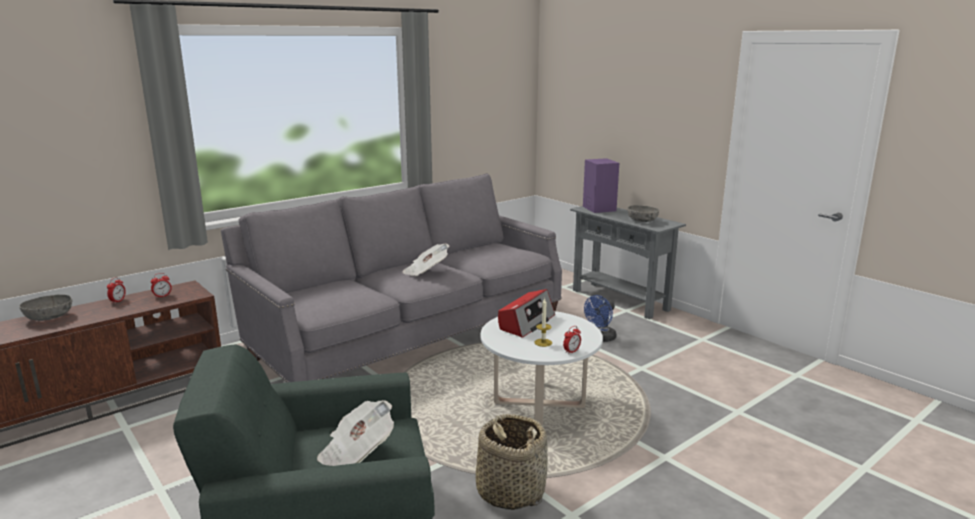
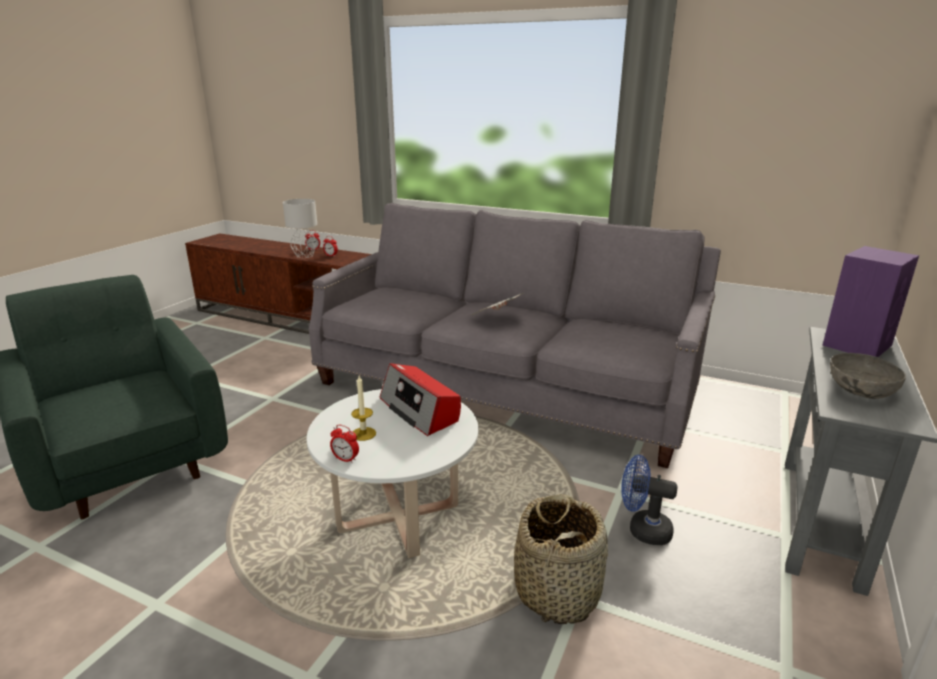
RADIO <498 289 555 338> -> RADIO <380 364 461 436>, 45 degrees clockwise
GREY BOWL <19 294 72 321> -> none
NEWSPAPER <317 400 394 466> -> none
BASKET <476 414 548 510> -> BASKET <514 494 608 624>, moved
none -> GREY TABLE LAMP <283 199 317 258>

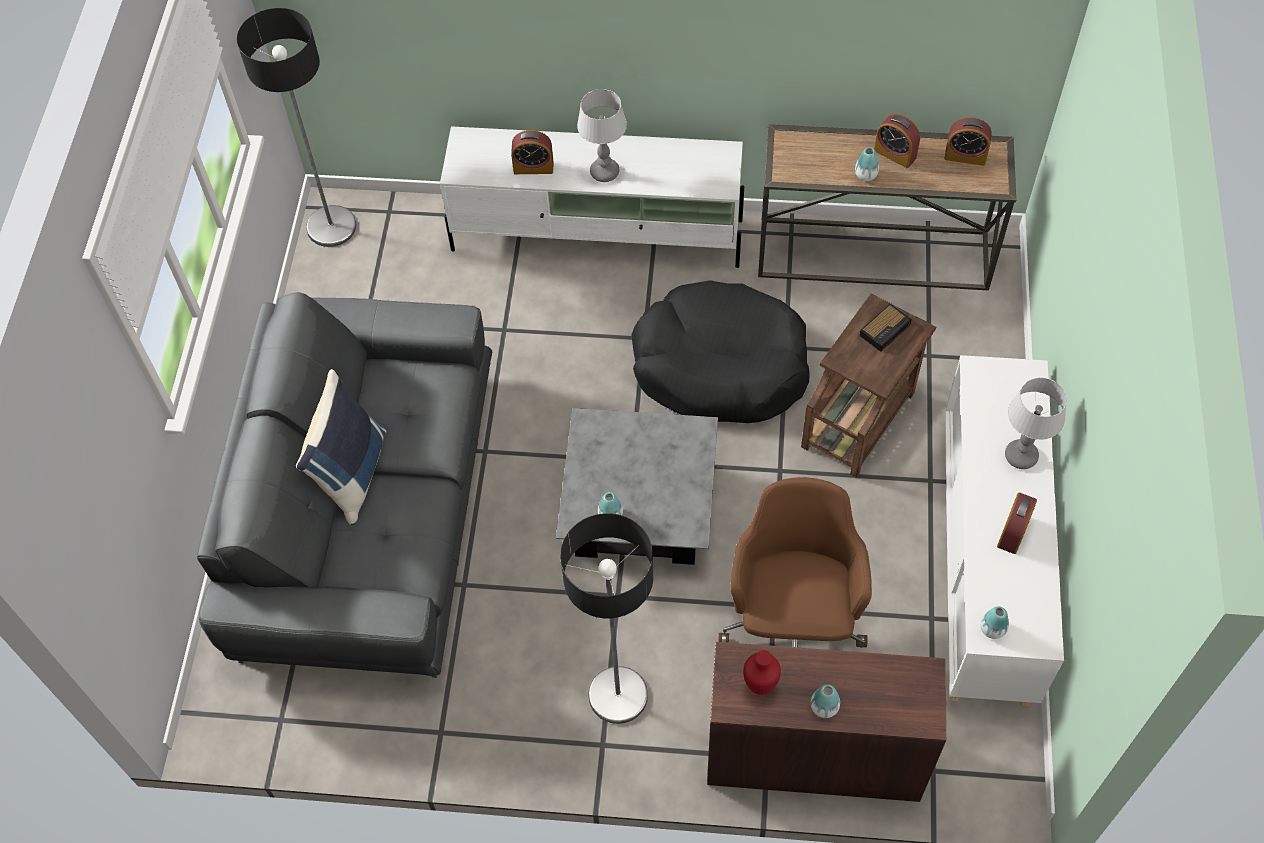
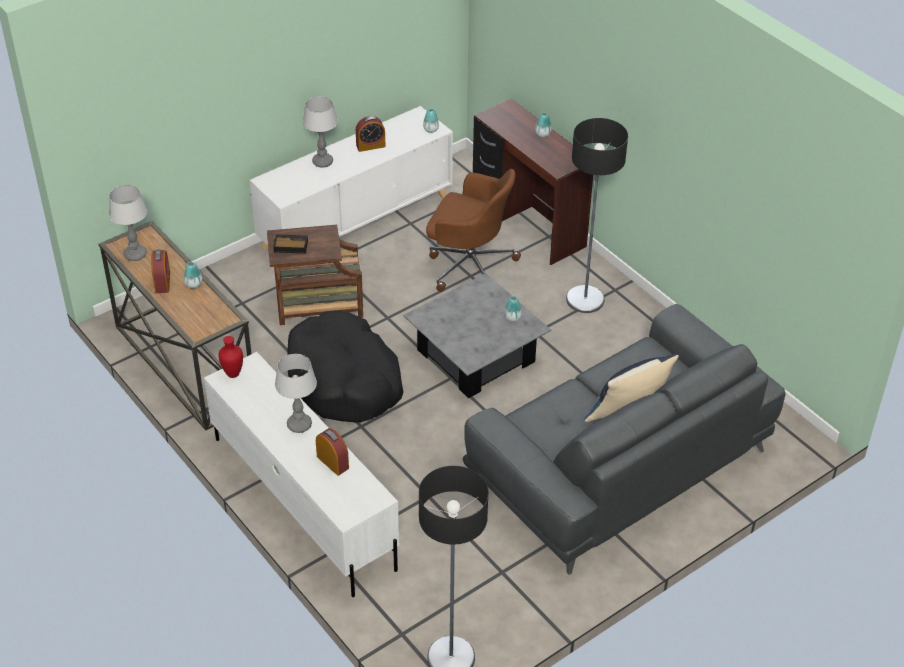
ALARM CLOCK <944 117 992 166> -> TABLE LAMP <109 185 147 261>
BROWN OFFICE CHAIR <718 477 872 648> -> BROWN OFFICE CHAIR <426 169 521 292>, 120 degrees counterclockwise
RED VASE <743 650 781 695> -> RED VASE <218 336 243 378>, moved

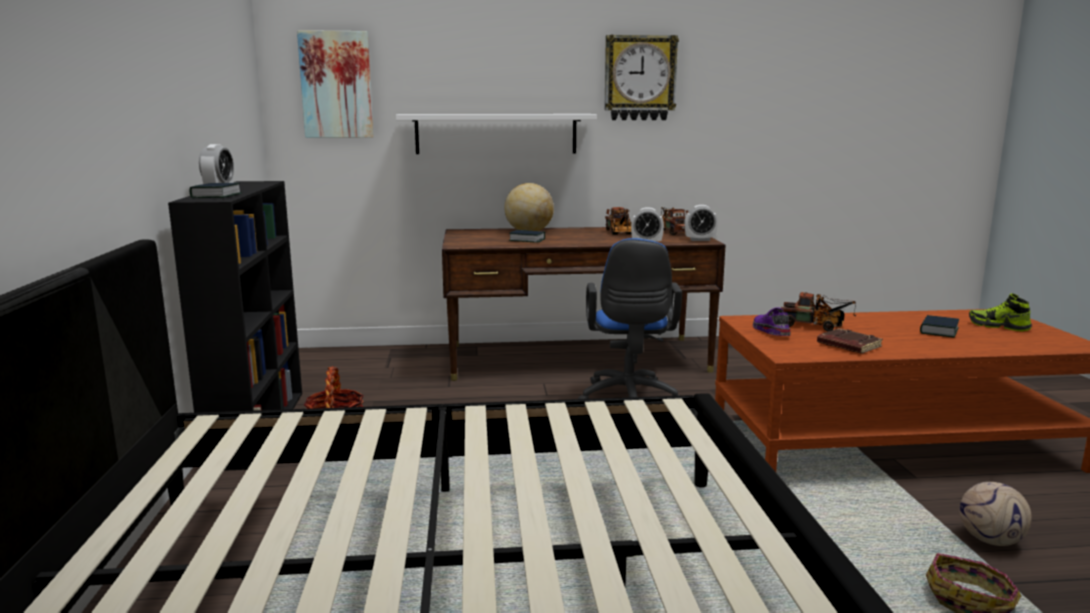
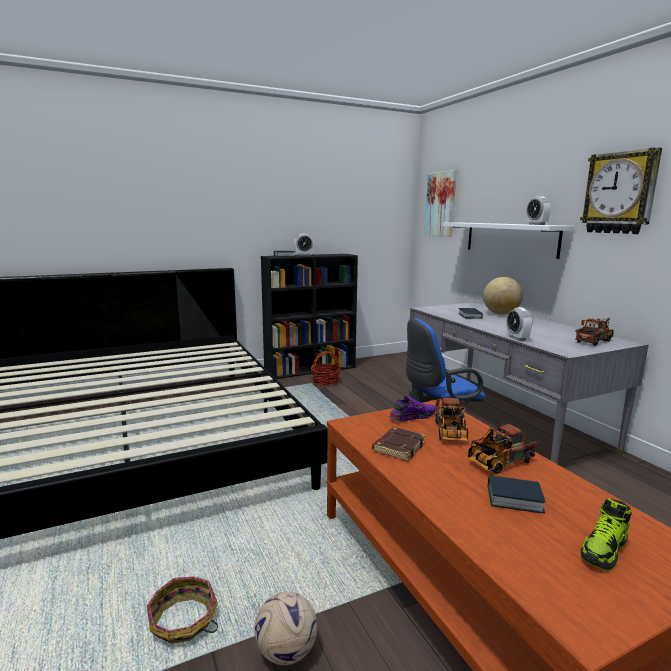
ALARM CLOCK <685 205 718 241> -> ALARM CLOCK <526 196 551 225>, moved
TOY TRUCK <605 207 631 235> -> TOY TRUCK <468 423 538 474>, moved
BROWN DESK <442 227 726 381> -> GREY DESK <410 302 649 464>
SHOE <969 293 1032 331> -> SHOE <581 498 632 571>, 150 degrees counterclockwise

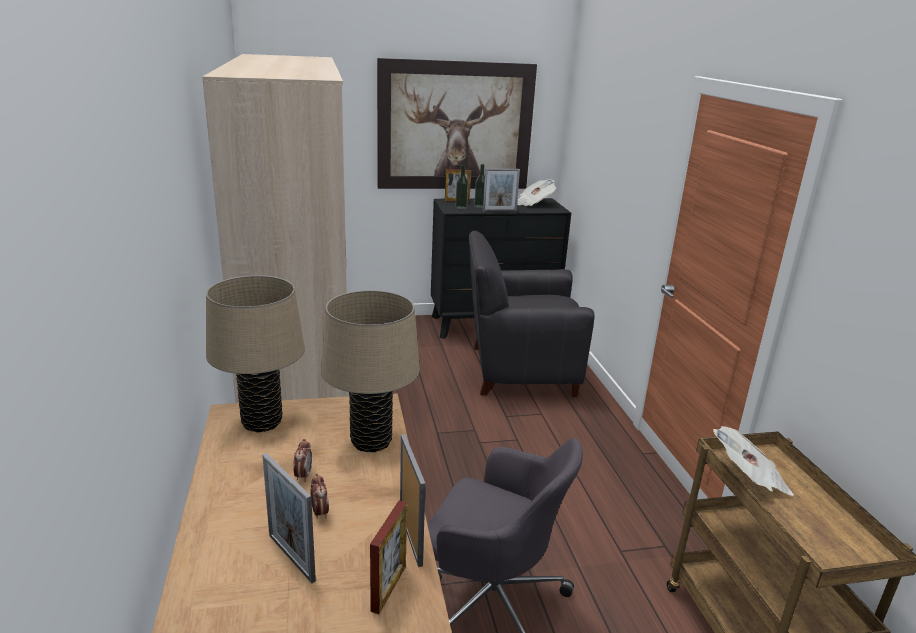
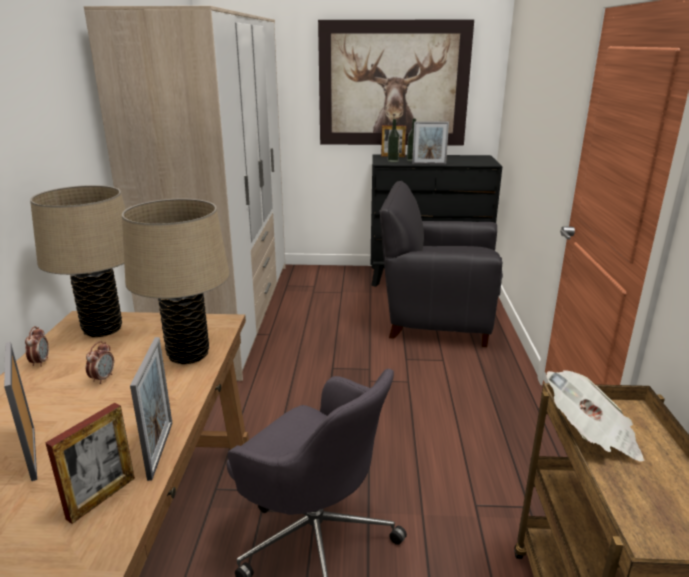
NEWSPAPER <517 179 556 206> -> none
ALARM CLOCK <310 474 329 519> -> ALARM CLOCK <25 326 49 367>, moved

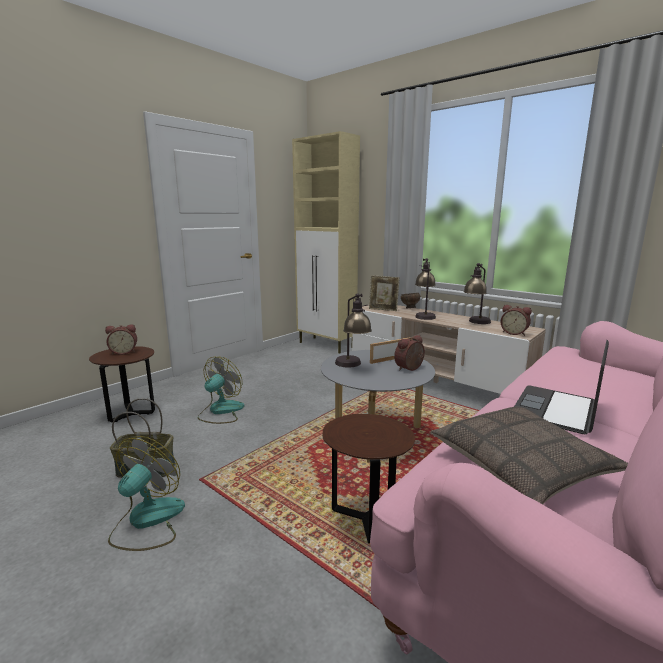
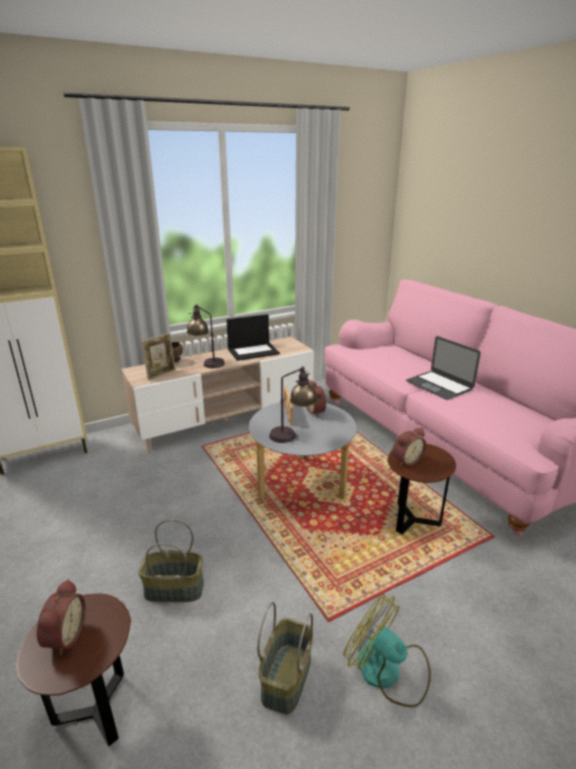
TABLE LAMP <463 263 491 324> -> LAPTOP <226 314 280 361>
ALARM CLOCK <501 305 532 336> -> ALARM CLOCK <393 428 426 466>, moved
FAN <197 357 245 424> -> BASKET <138 519 204 602>
PILLOW <430 407 628 504> -> none

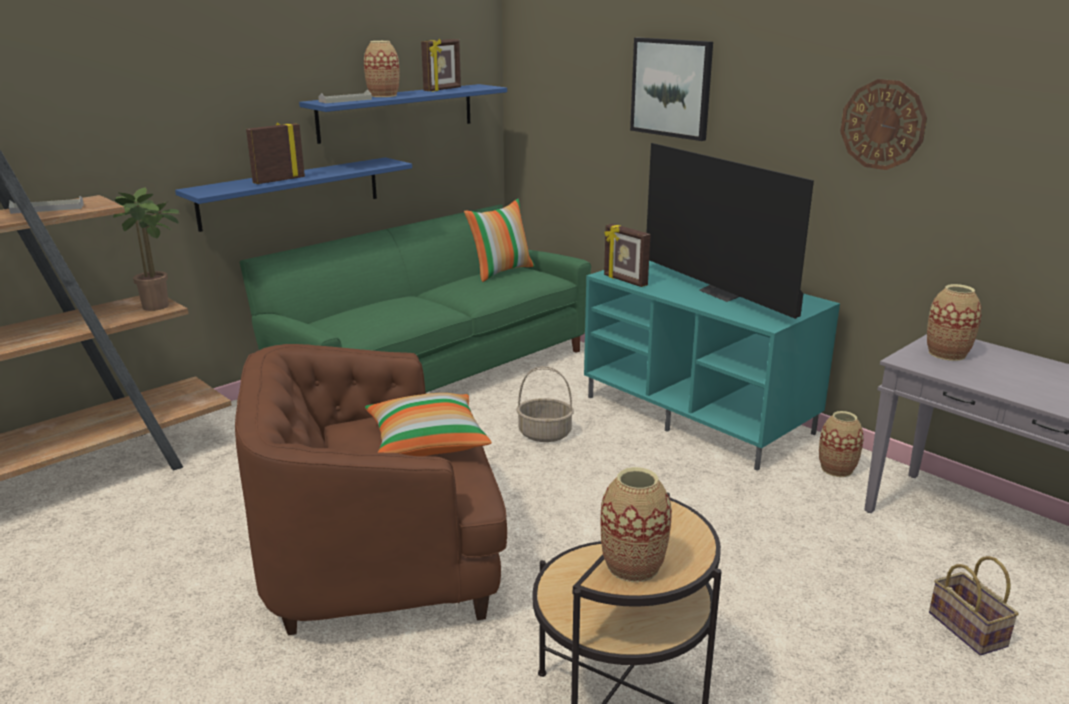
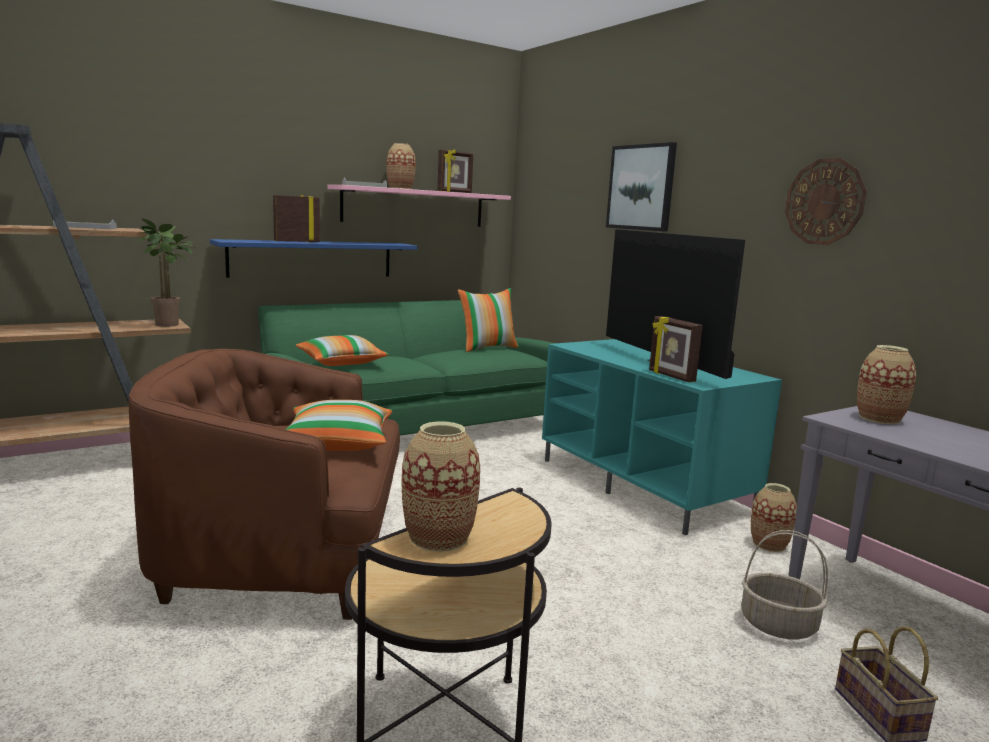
BLUE SHELF <299 84 507 144> -> PINK SHELF <327 185 511 227>
PICTURE FRAME <604 224 651 287> -> PICTURE FRAME <649 316 703 382>, moved
BASKET <517 366 574 442> -> BASKET <741 530 828 640>, moved
none -> PILLOW <295 335 389 366>

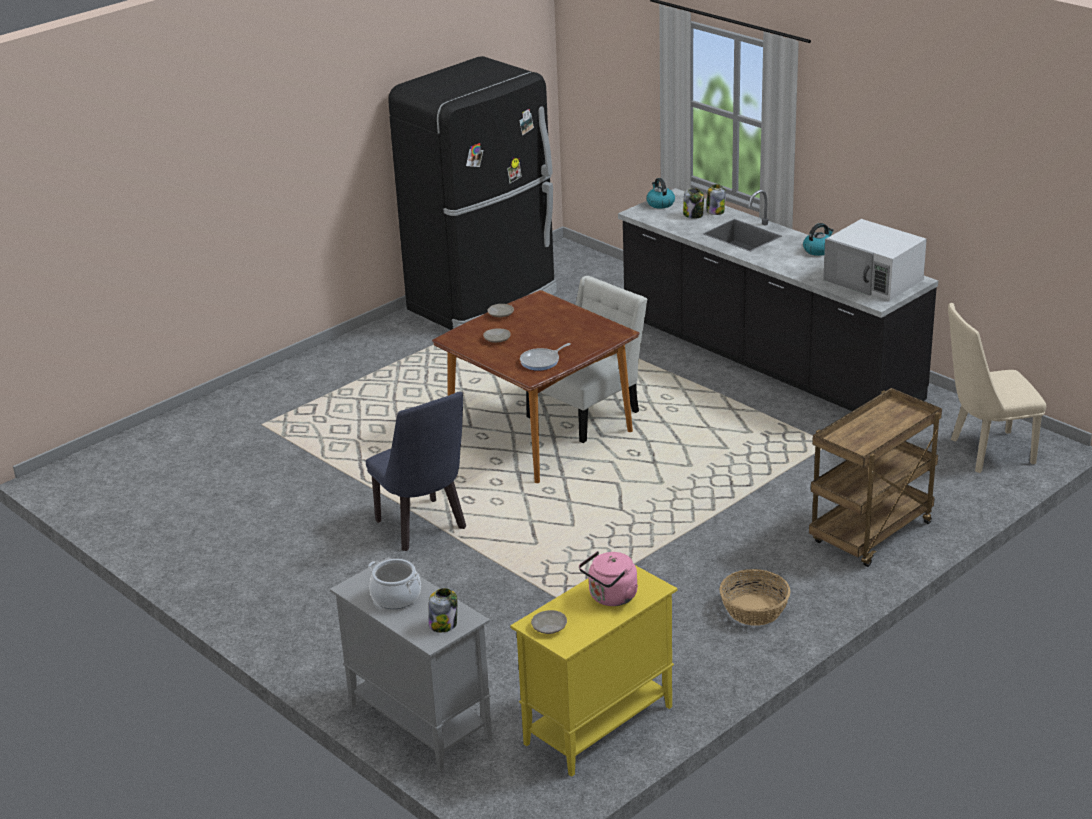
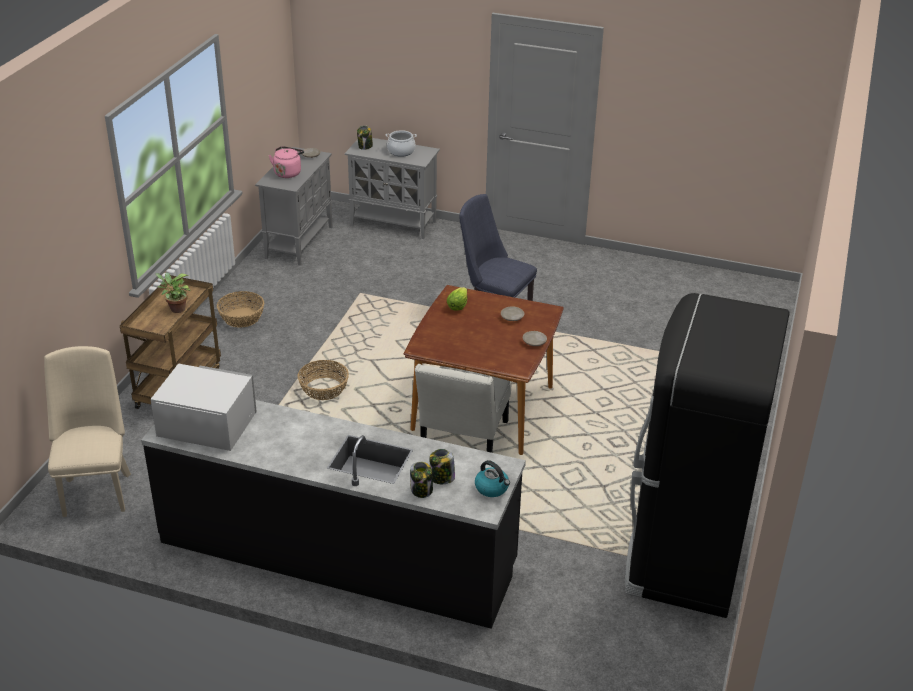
KETTLE <803 223 834 256> -> none
BEIGE CHAIR <948 303 1046 473> -> BEIGE CHAIR <44 346 131 517>, 60 degrees counterclockwise
FRYING PAN <520 343 571 371> -> LETTUCE <447 287 467 311>
YELLOW CABINET <510 565 677 777> -> GREY CABINET <255 147 333 266>
none -> POTTED PLANT <156 273 191 313>
none -> BASKET <298 360 349 400>

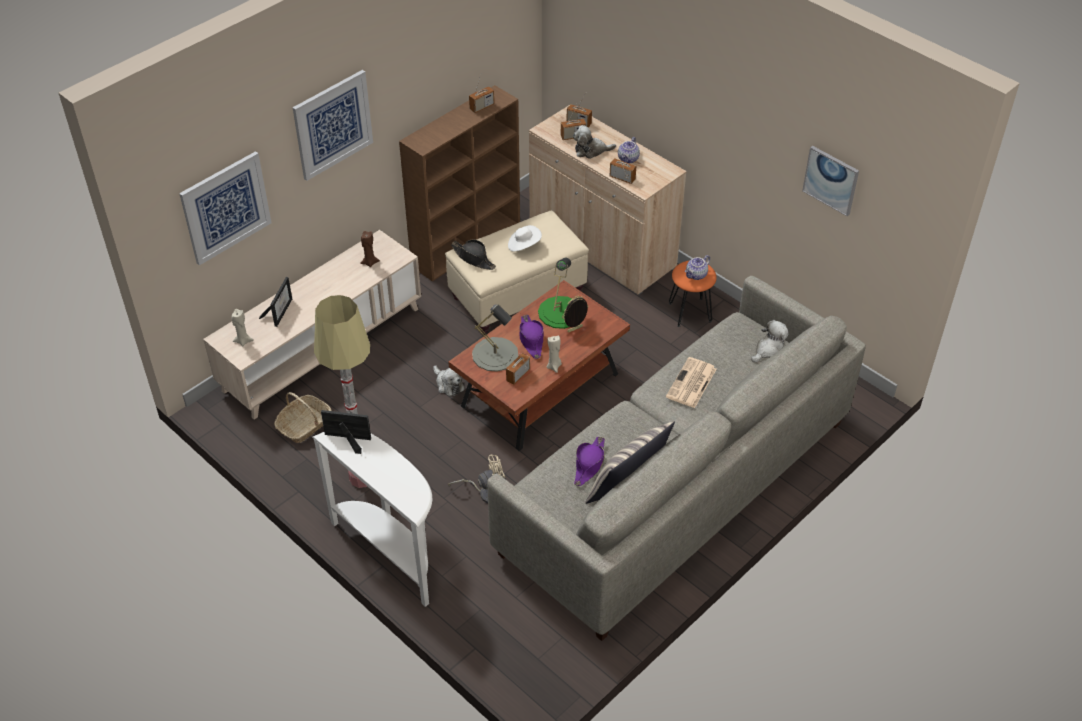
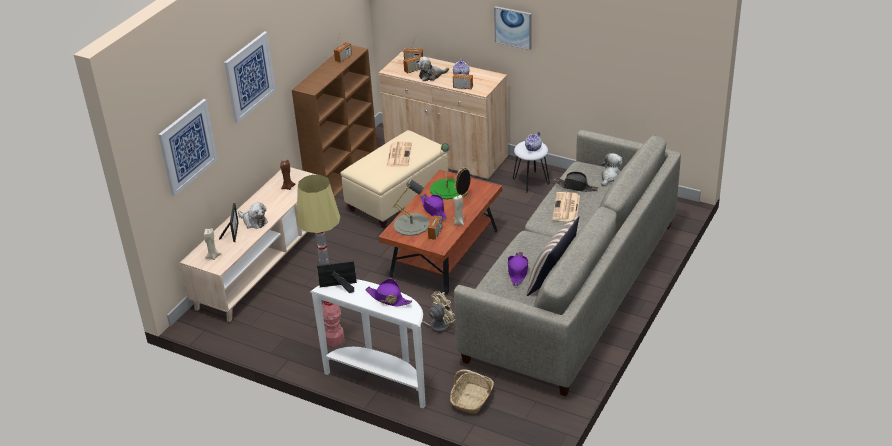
PICTURE <802 146 859 216> -> PICTURE <494 6 531 50>, moved
WHITE HAT <508 225 542 251> -> NEWSPAPER <386 141 412 167>
BLACK HAT <451 239 496 270> -> BLACK HAT <554 172 598 192>, moved
ORANGE STOOL <669 260 717 327> -> WHITE STOOL <513 141 550 193>
PLUSH TOY <433 365 465 396> -> PLUSH TOY <238 202 268 229>, moved
BASKET <274 392 331 443> -> BASKET <450 369 494 414>, moved
none -> PURPLE HAT <365 278 412 306>

